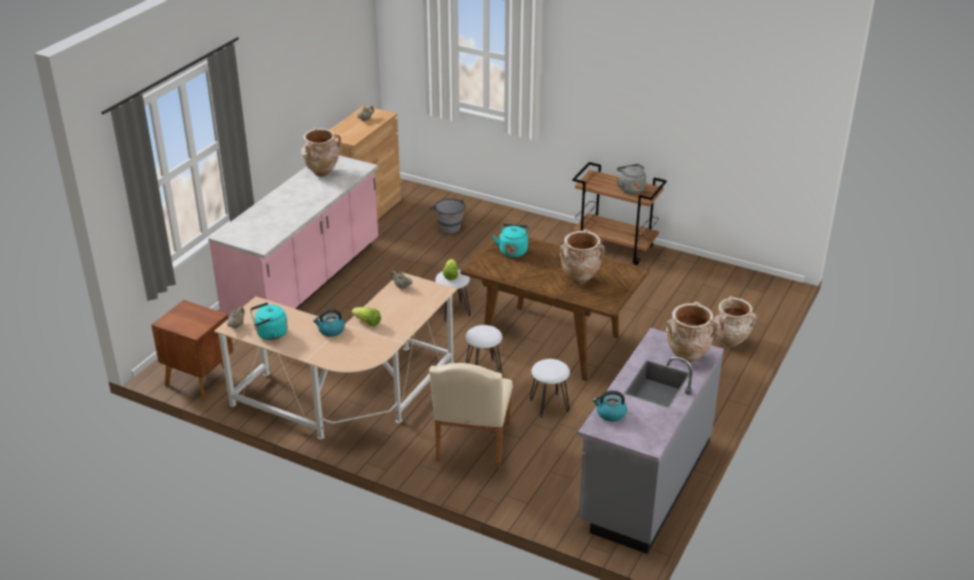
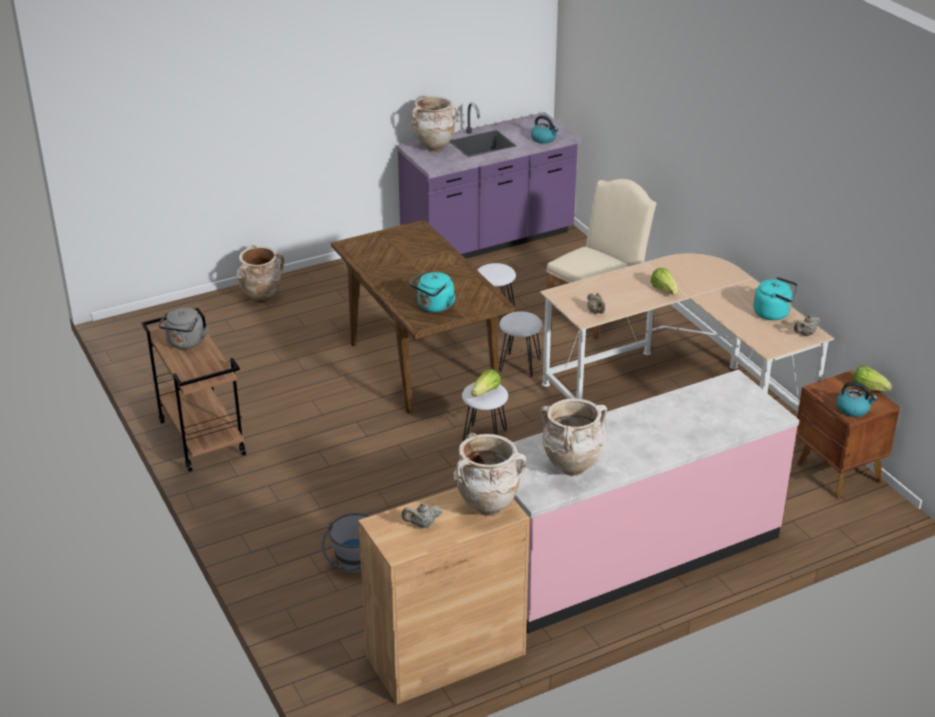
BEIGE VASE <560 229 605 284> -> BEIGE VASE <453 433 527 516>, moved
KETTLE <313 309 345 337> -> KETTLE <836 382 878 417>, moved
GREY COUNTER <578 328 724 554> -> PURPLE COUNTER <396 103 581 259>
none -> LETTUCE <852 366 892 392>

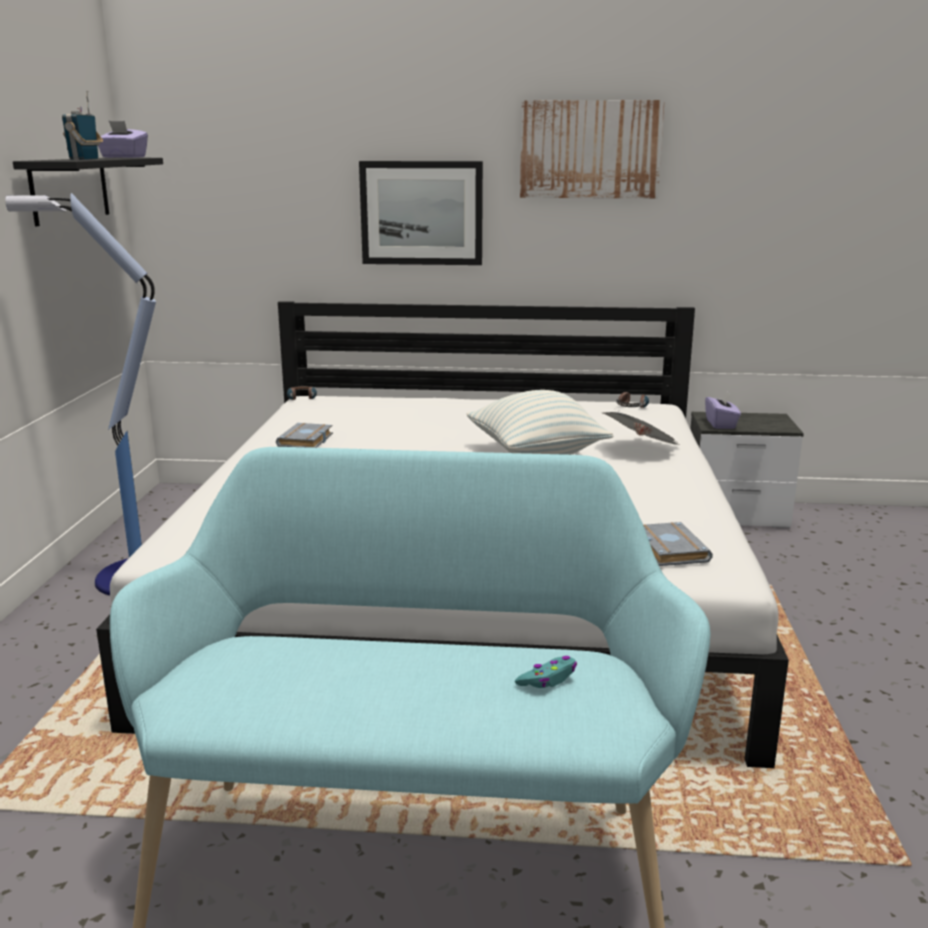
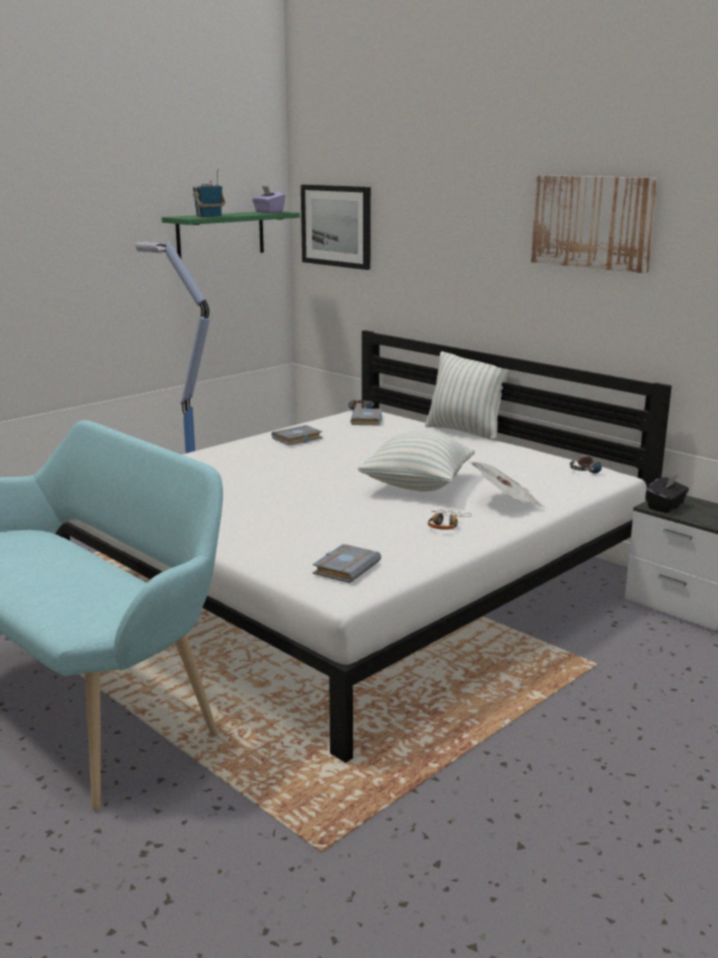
BLACK SHELF <13 158 163 226> -> GREEN SHELF <162 211 300 258>
PICTURE <359 161 483 265> -> PICTURE <301 185 371 270>, moved
PURPLE TISSUE BOX <705 392 741 429> -> BLACK TISSUE BOX <646 475 689 513>
TURQUOISE GAME CONTROLLER <515 656 577 688> -> none
none -> PILLOW <425 351 510 441>
none -> GREY BOOK <351 408 382 426>
none -> HEADPHONES <428 510 472 530>

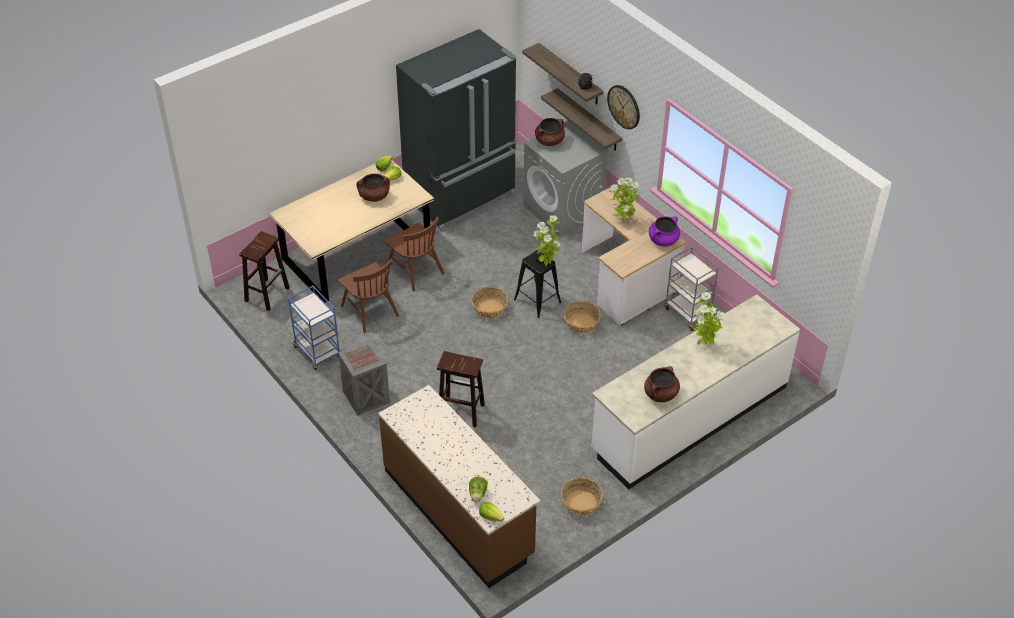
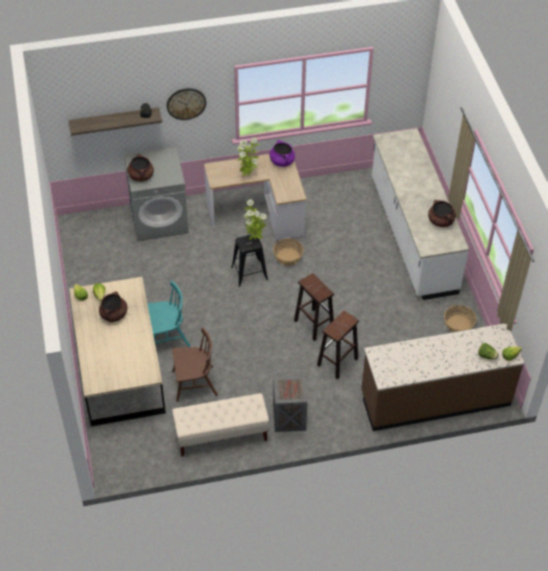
BLACK FRIDGE <396 29 516 230> -> none
SHELF <541 88 622 151> -> none
BROWN CHAIR <385 217 445 291> -> TURQUOISE CHAIR <147 280 190 347>
BROWN STOOL <239 231 290 311> -> BROWN STOOL <294 273 334 341>, moved
GREY CART <664 246 719 331> -> none
BLUE CART <288 286 340 370> -> BEIGE BENCH <172 393 269 456>
BASKET <471 287 508 319> -> none
POTTED PLANT <695 292 725 345> -> none

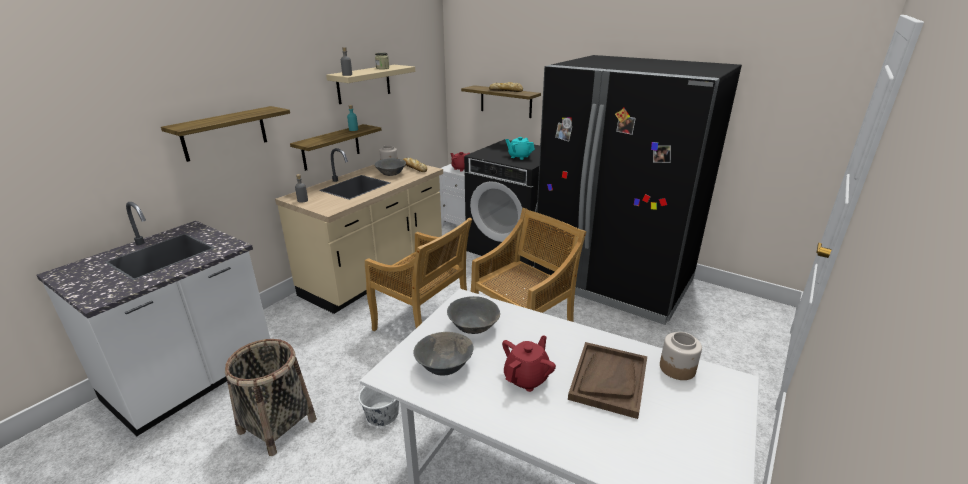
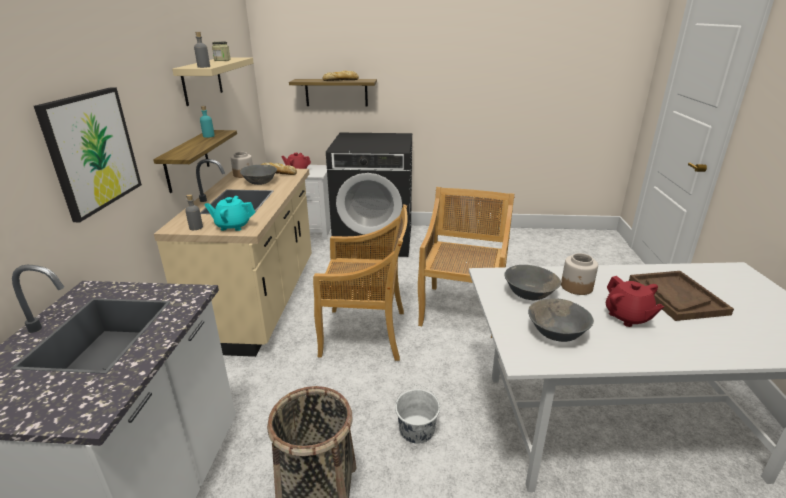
BLACK FRIDGE <534 55 742 325> -> none
SHELF <161 106 290 162> -> PICTURE <34 87 142 222>
TURQUOISE TEAPOT <505 137 535 160> -> TURQUOISE TEAPOT <204 196 255 231>, moved
JAR <660 332 702 380> -> JAR <561 253 598 295>, moved
RED TEAPOT <502 335 556 392> -> RED TEAPOT <606 276 664 327>, 150 degrees clockwise

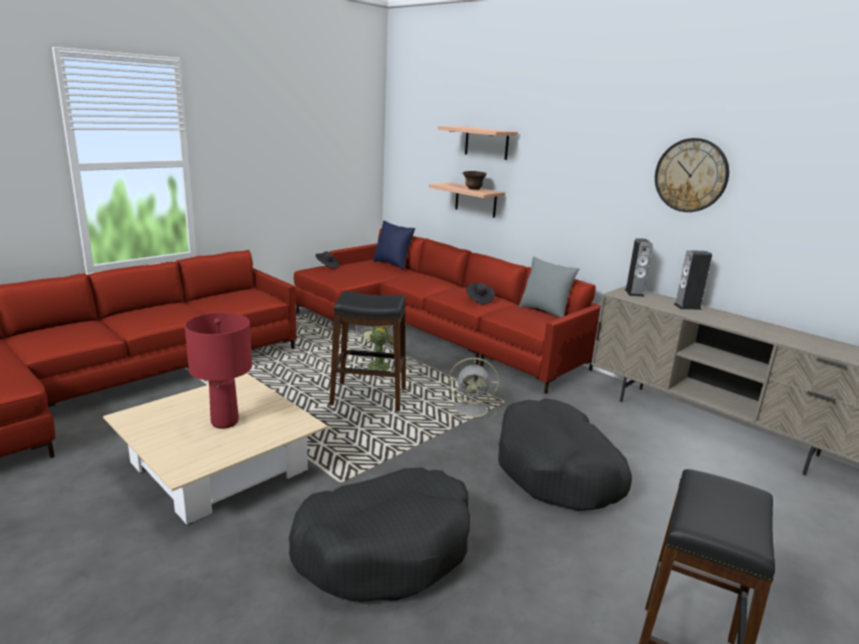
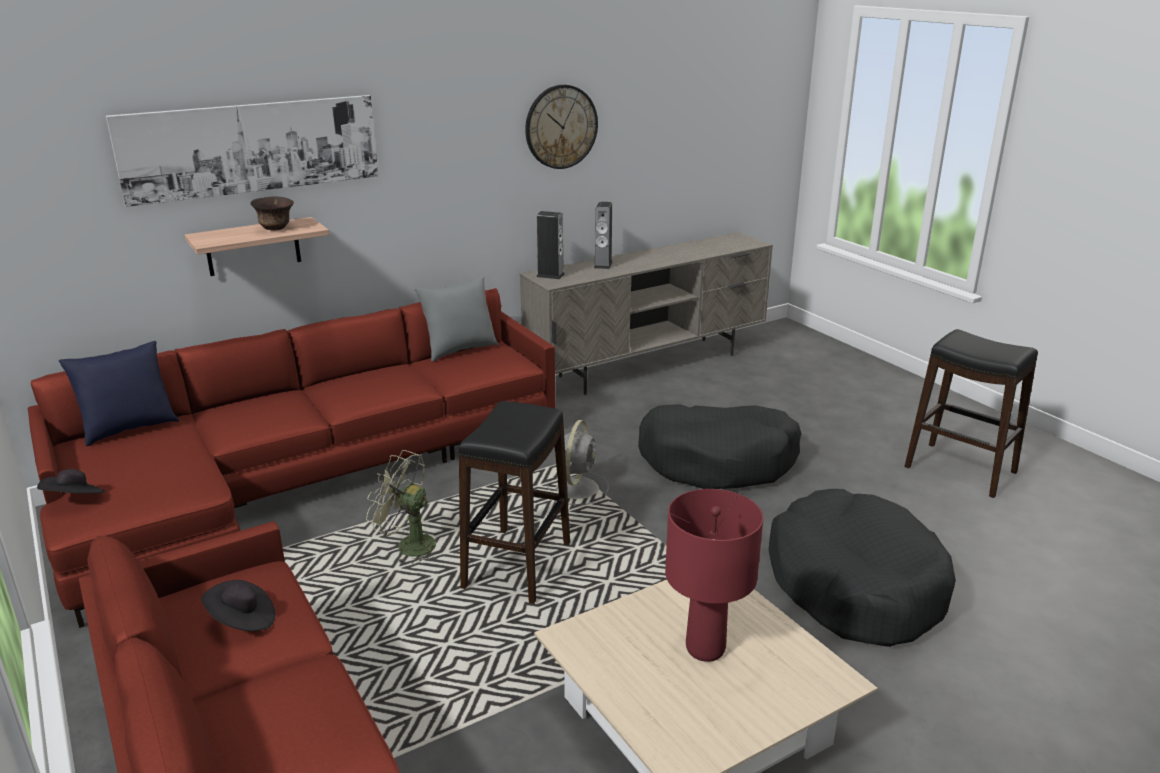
SHELF <438 126 518 160> -> PICTURE <106 95 378 207>
BLACK HAT <466 282 495 304> -> BLACK HAT <201 580 275 631>, moved

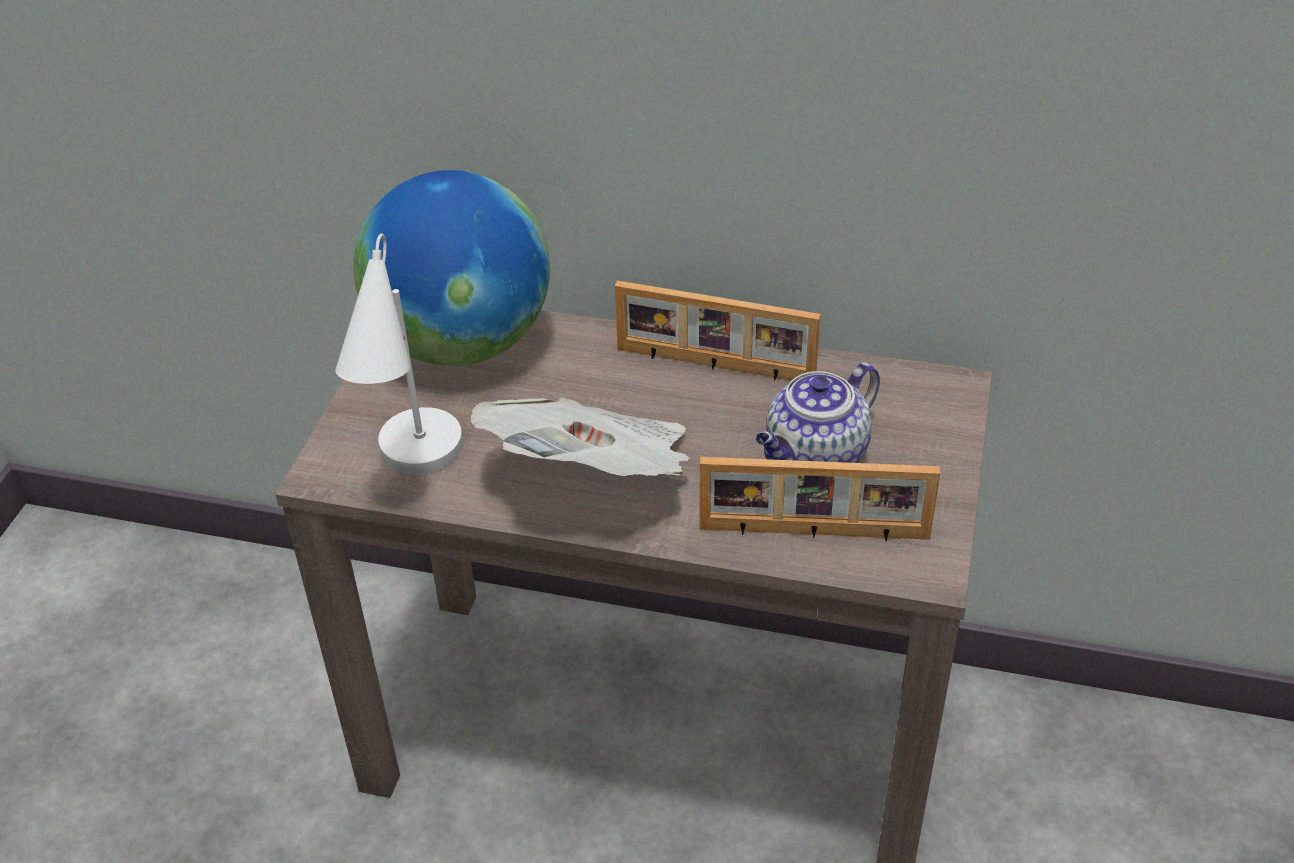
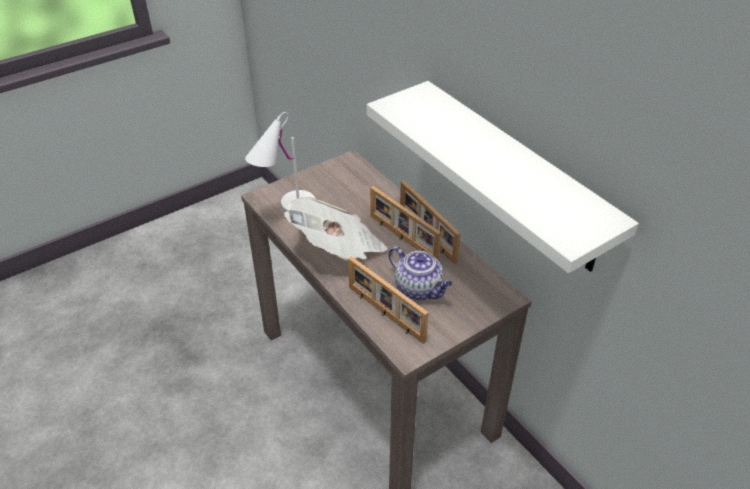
GLOBE <353 170 550 366> -> none
TEAPOT <756 362 880 463> -> TEAPOT <389 246 452 301>, 135 degrees counterclockwise
none -> WHITE SHELF <367 81 639 273>
none -> PICTURE FRAME <370 186 441 261>

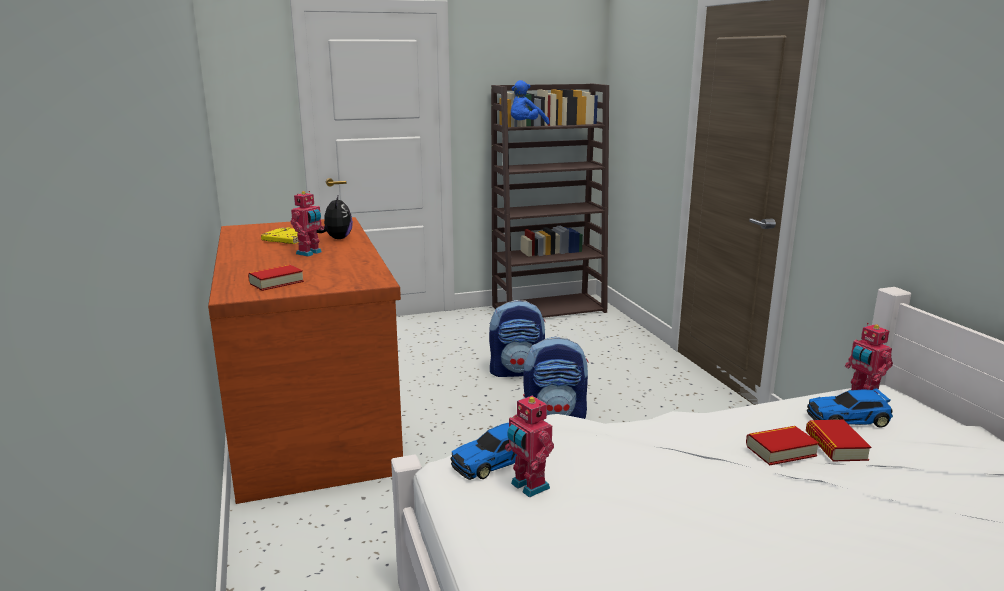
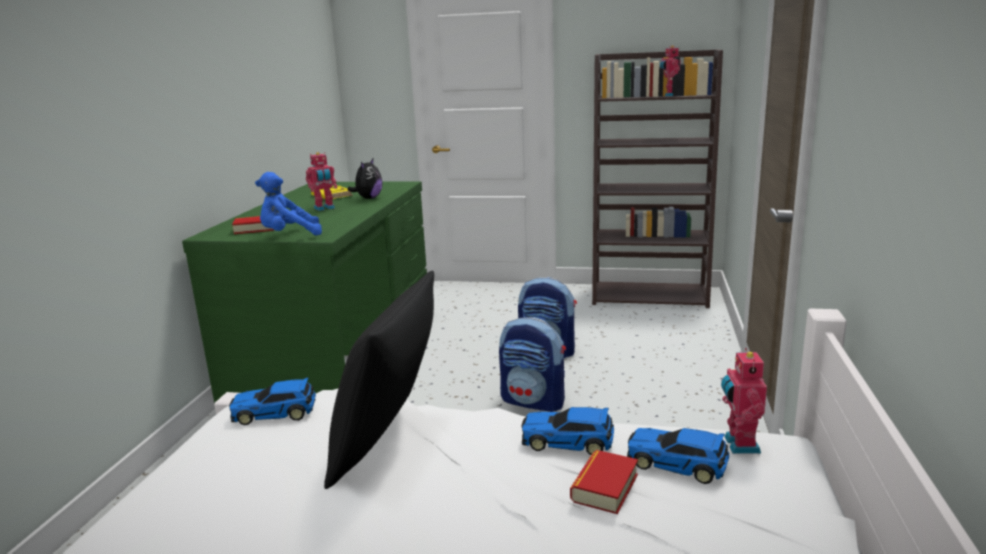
BLUE PLUSH TOY <511 80 550 125> -> BLUE PLUSH TOY <255 172 322 236>, moved
BROWN DESK <208 217 403 504> -> GREEN DESK <182 181 427 403>
TOY ROBOT <505 394 554 498> -> TOY ROBOT <660 45 681 96>, moved
BOOK <746 426 819 465> -> none
none -> BLACK PILLOW <324 271 434 489>
none -> TOY CAR <522 407 614 455>

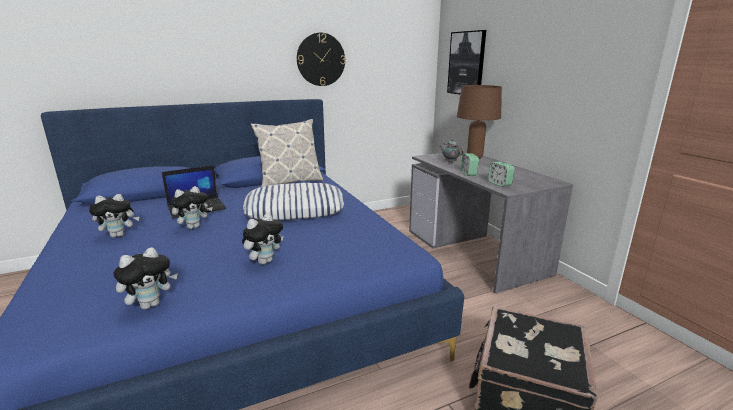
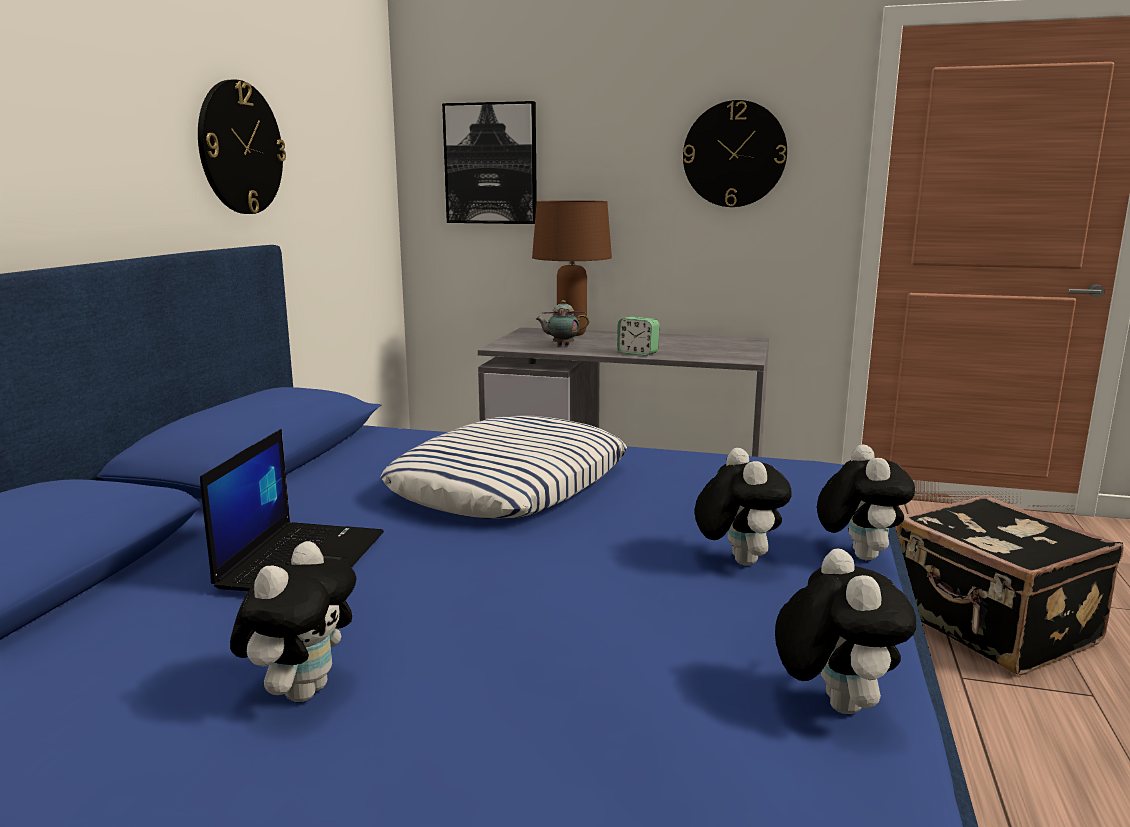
PILLOW <251 119 323 187> -> none
ALARM CLOCK <488 162 514 187> -> none
PLUSH TOY <171 186 213 229> -> PLUSH TOY <817 444 915 560>, moved
none -> WALL CLOCK <683 100 787 207>

